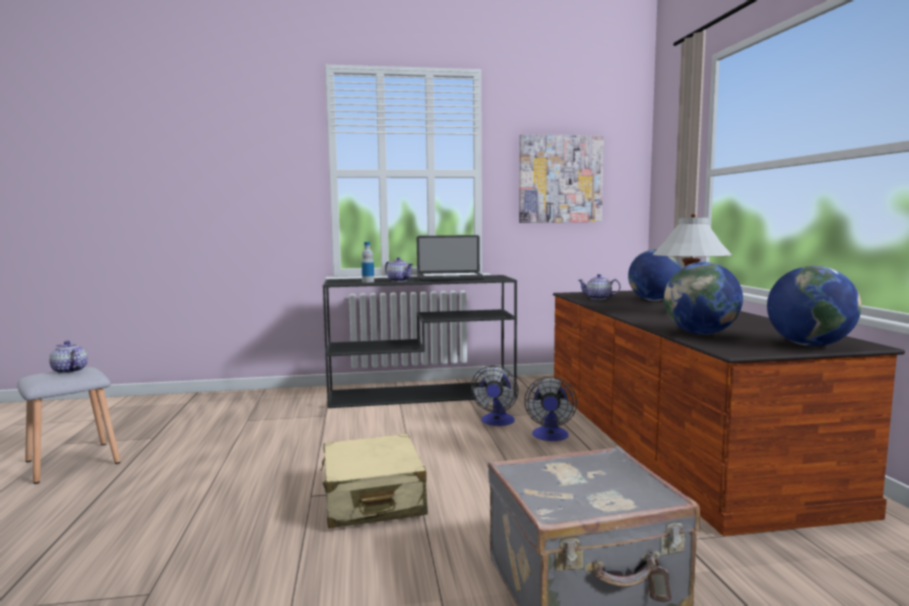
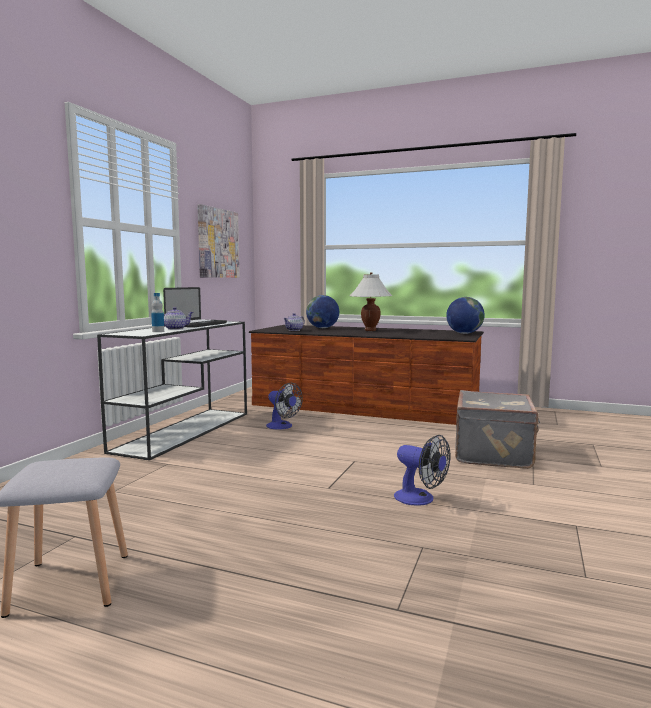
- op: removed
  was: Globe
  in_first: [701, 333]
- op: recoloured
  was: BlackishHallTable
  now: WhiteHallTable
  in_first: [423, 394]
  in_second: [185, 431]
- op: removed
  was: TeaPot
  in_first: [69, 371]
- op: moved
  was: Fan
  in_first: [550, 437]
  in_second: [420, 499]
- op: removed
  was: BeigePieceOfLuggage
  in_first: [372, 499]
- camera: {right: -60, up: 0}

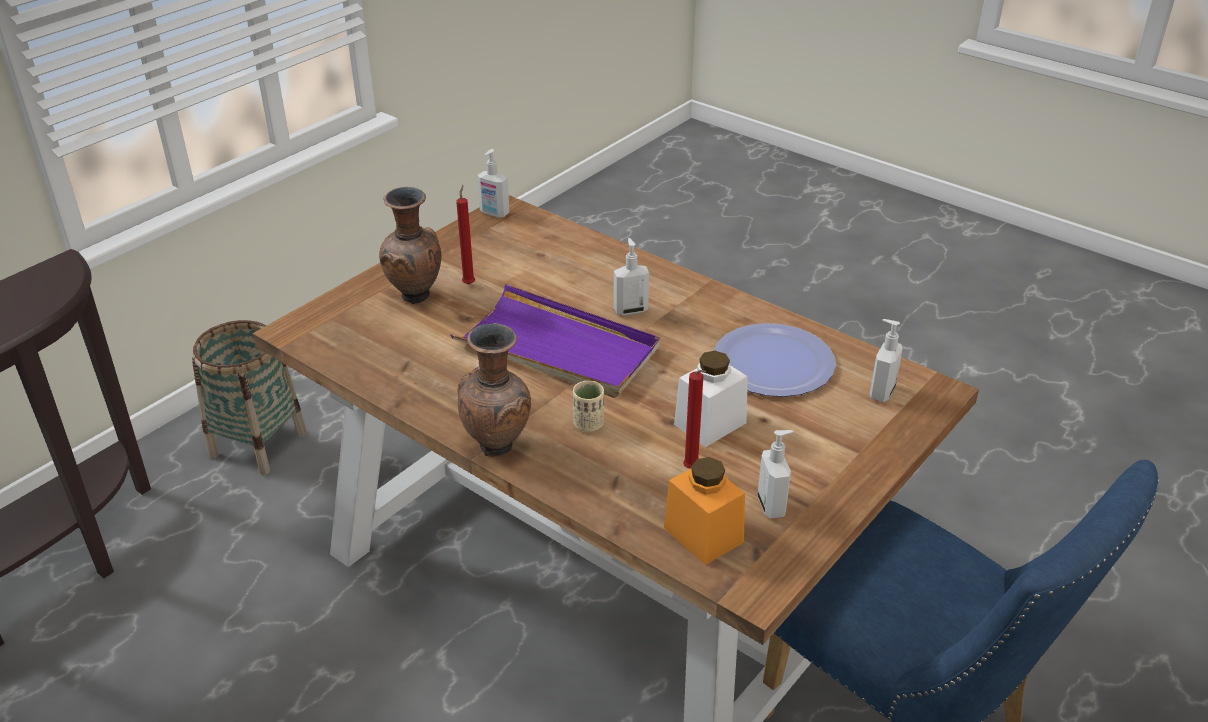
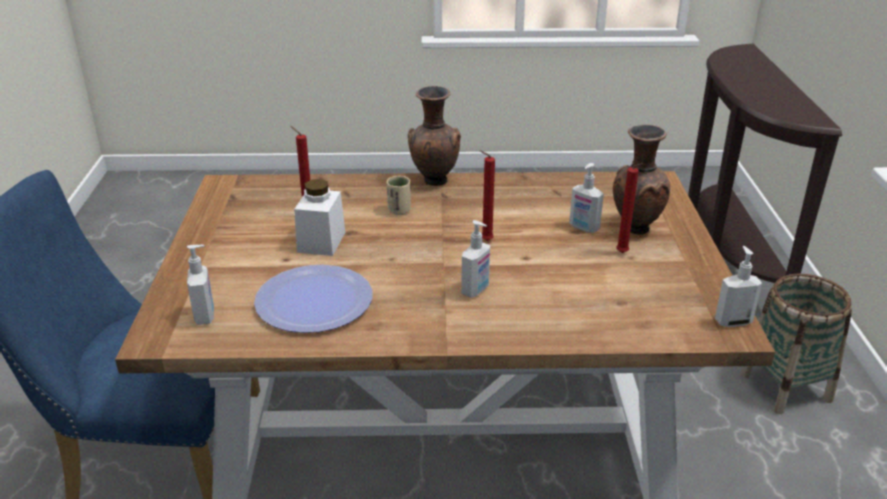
- op: replaced
  was: PurplishCarryingTray
  now: RedCandle
  in_first: [558, 348]
  in_second: [485, 241]
- op: moved
  was: SoapBottle
  in_first: [772, 506]
  in_second: [583, 228]
- op: removed
  was: OrangeyPreserveJar
  in_first: [703, 535]
- camera: {right: 140, up: -5}

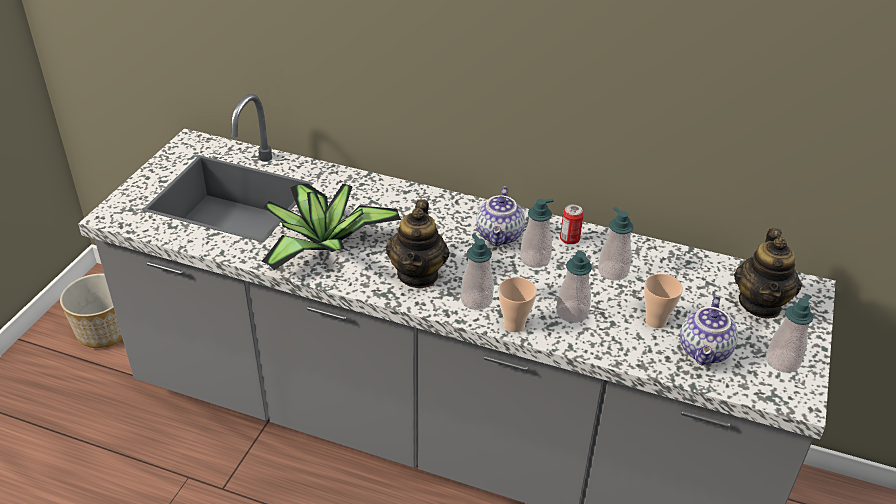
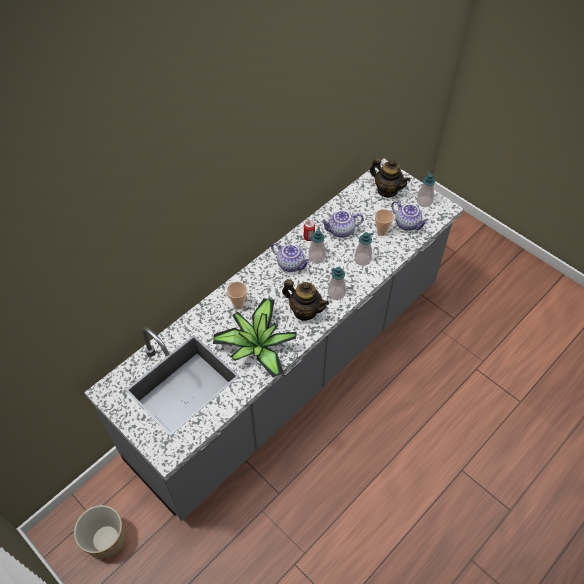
- op: replaced
  was: SoapBottle
  now: TeaPot
  in_first: [613, 271]
  in_second: [341, 231]
- op: moved
  was: Cup
  in_first: [514, 325]
  in_second: [238, 304]
- camera: {right: -65, up: 15}

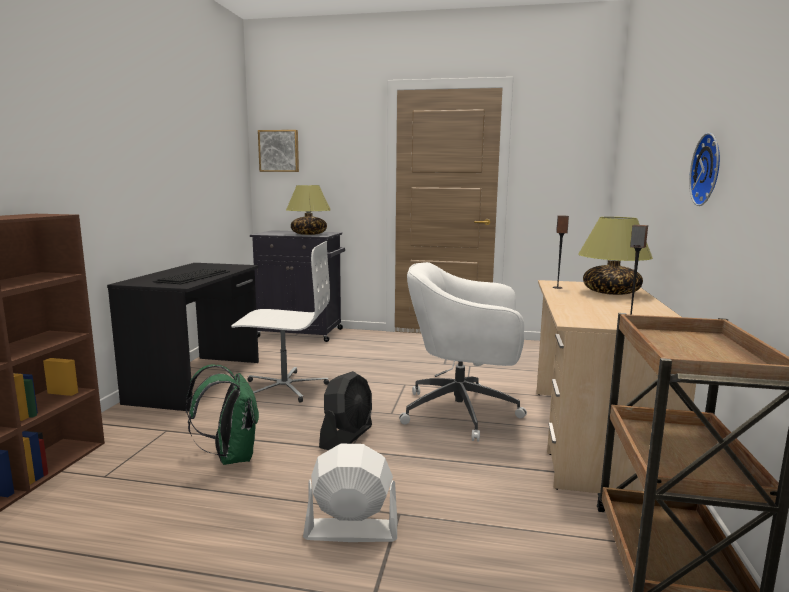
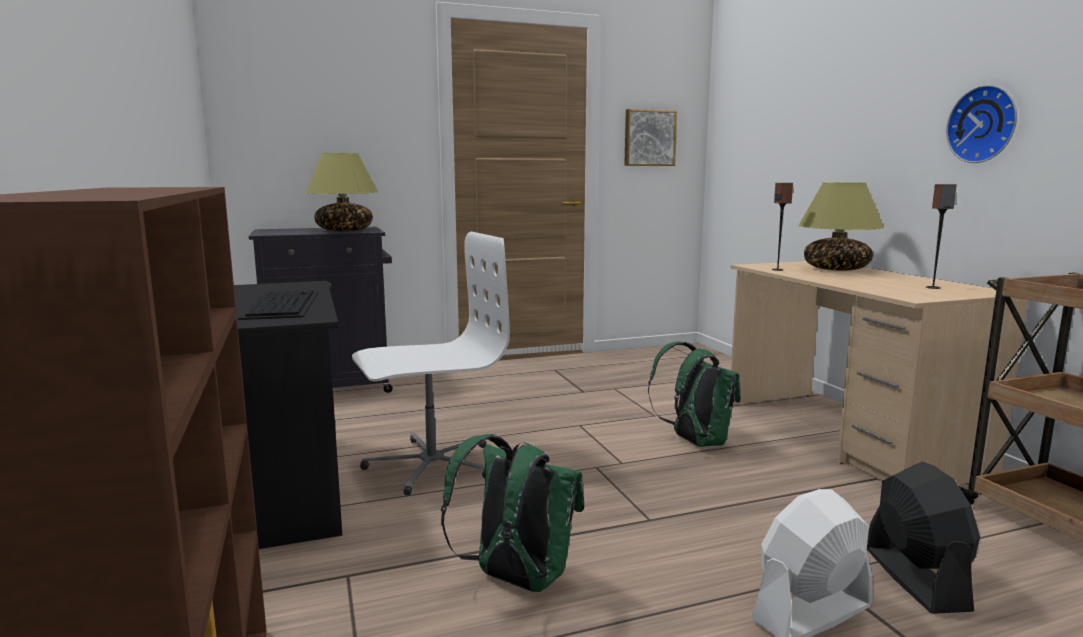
- op: moved
  was: WallPicture
  in_first: [279, 151]
  in_second: [649, 138]
- op: replaced
  was: WhiteOfficeChair
  now: GreenRucksack
  in_first: [463, 412]
  in_second: [694, 442]
- op: moved
  was: BlackishFan
  in_first: [347, 437]
  in_second: [914, 577]
- camera: {right: -30, up: 0}

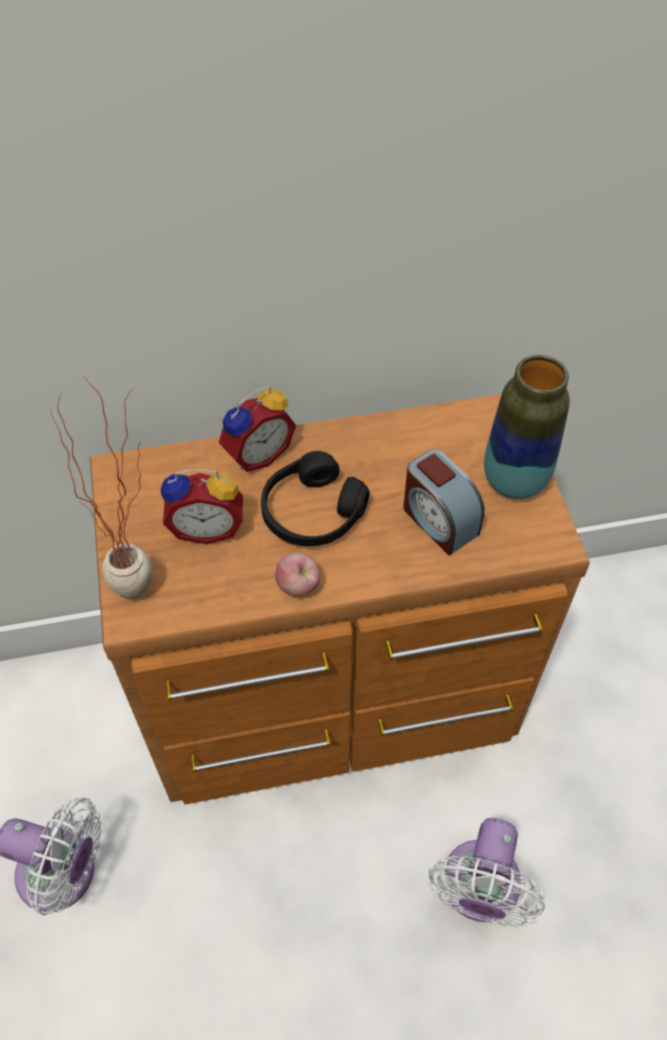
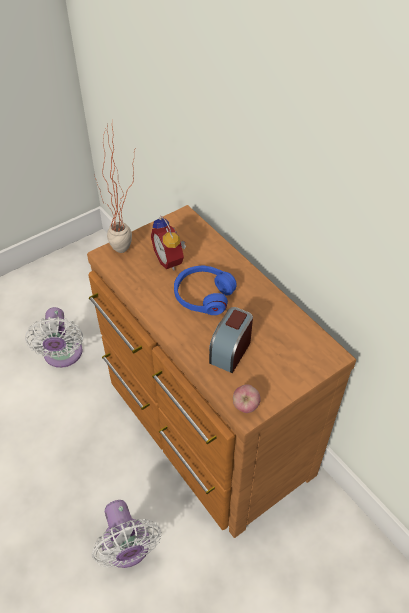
- op: removed
  was: FlowerVase
  in_first: [514, 481]
- op: removed
  was: BedsideClock
  in_first: [256, 453]
- op: recoloured
  was: BlackishHeadphones
  now: BluishHeadphones
  in_first: [312, 512]
  in_second: [203, 295]
- op: moved
  was: WholeApple
  in_first: [298, 586]
  in_second: [245, 406]
- op: turned
  was: WhiteFan
  in_first: [478, 890]
  in_second: [127, 548]
  clockwise: -105
- camera: {right: 65, up: -5}

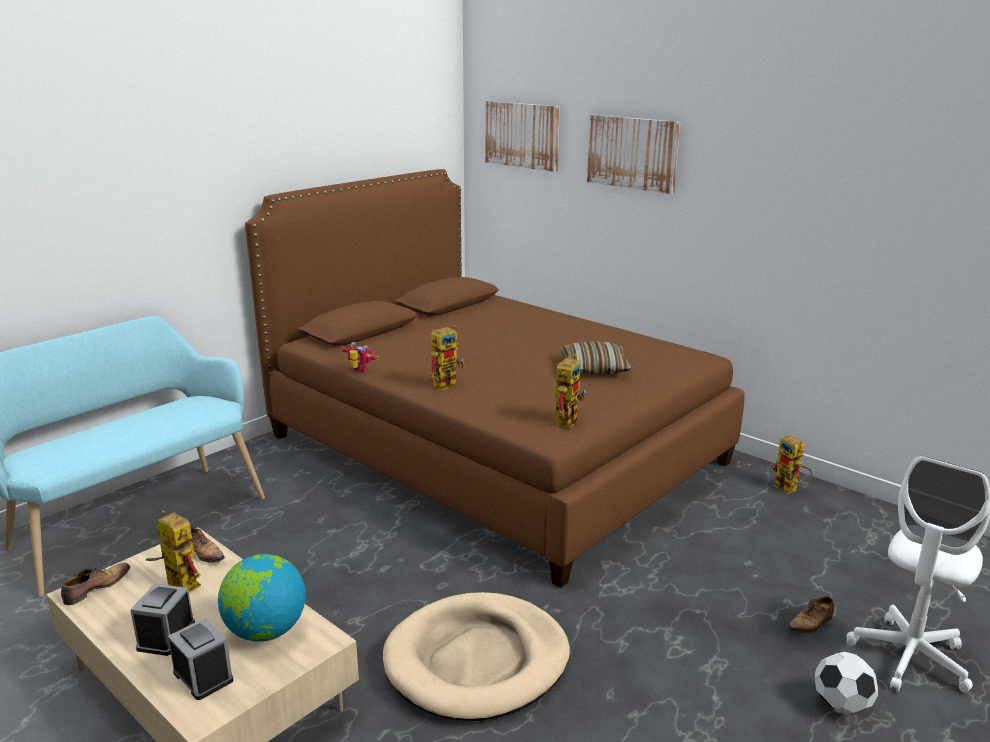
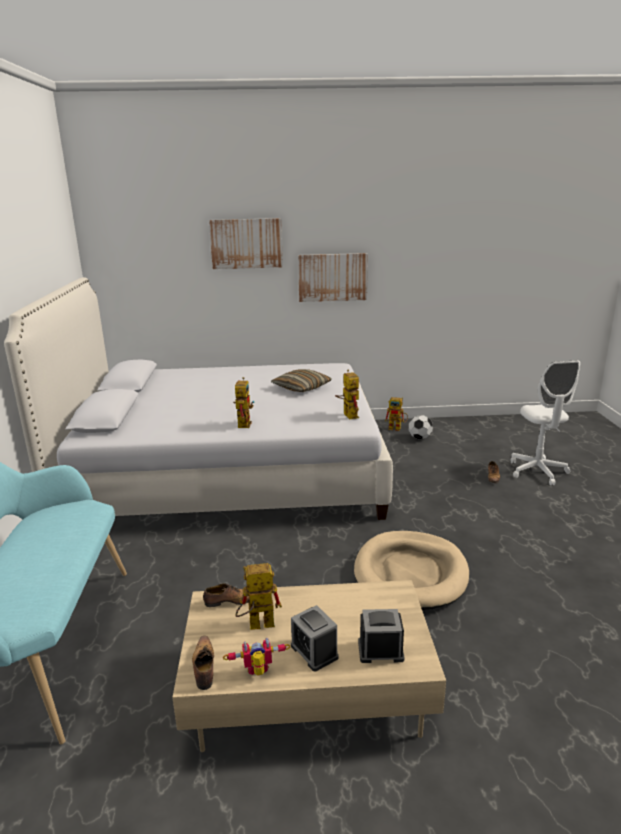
- op: moved
  was: WallPicture
  in_first: [522, 135]
  in_second: [332, 277]
- op: recoloured
  was: BrownishBedroomBed
  now: WhiteBedroomBed
  in_first: [493, 449]
  in_second: [227, 473]
- op: moved
  was: ToyRobot
  in_first: [358, 370]
  in_second: [258, 672]
- op: removed
  was: Globe
  in_first: [266, 631]
- op: moved
  was: FootballBall
  in_first: [841, 705]
  in_second: [419, 438]
- camera: {right: -45, up: 0}

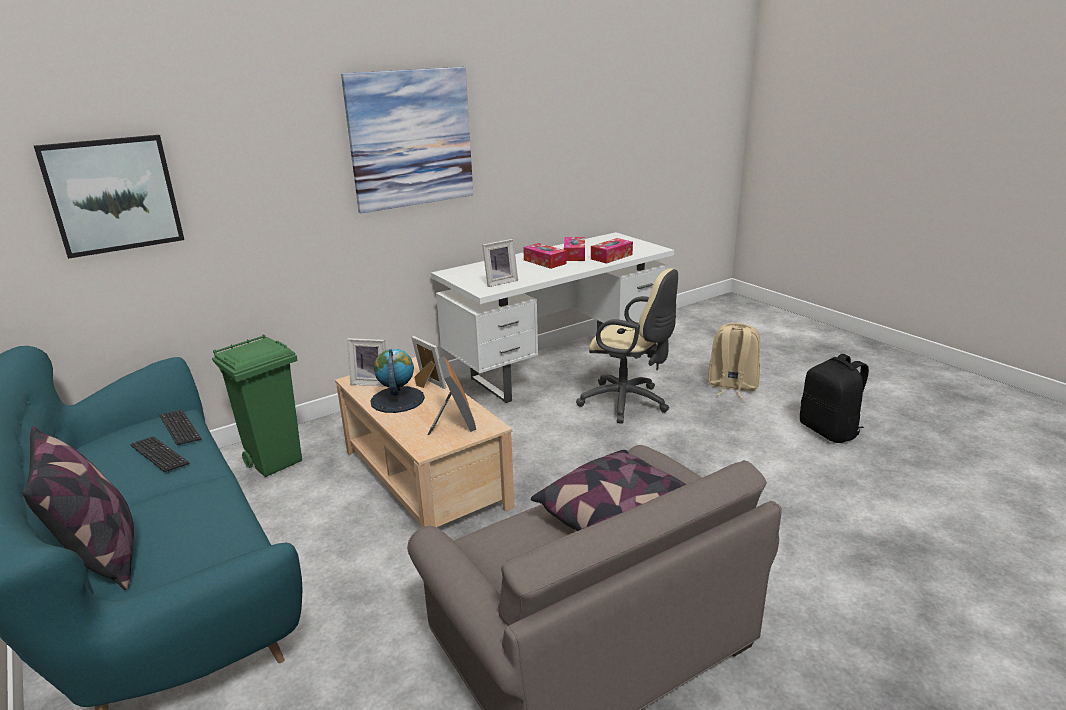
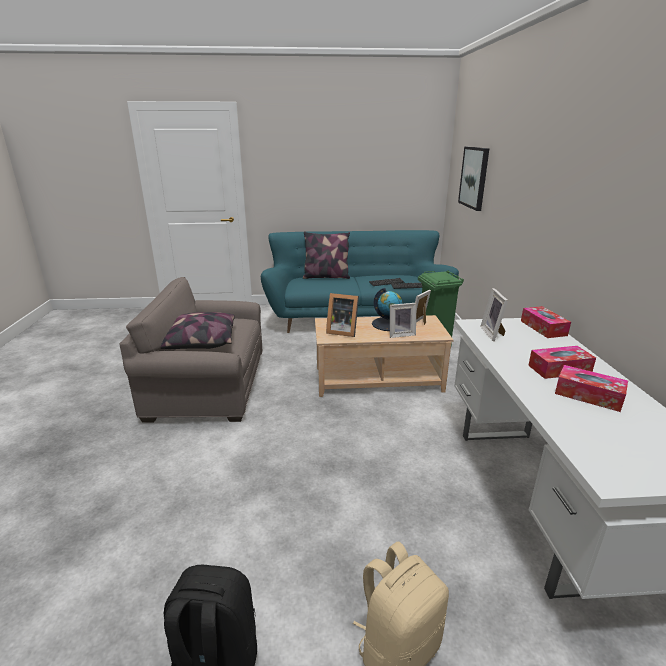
- op: removed
  was: WallPicture
  in_first: [411, 139]
- op: moved
  was: TissueBox
  in_first: [611, 257]
  in_second: [543, 328]
- op: removed
  was: BeigeOfficeChair
  in_first: [628, 403]
- camera: {right: 120, up: 0}

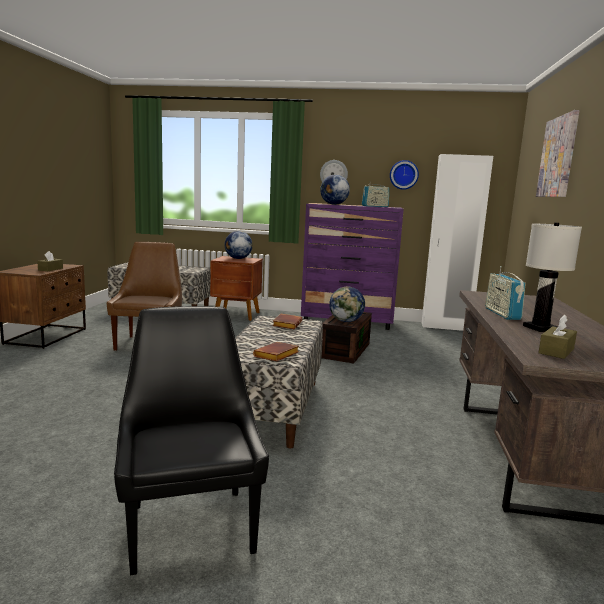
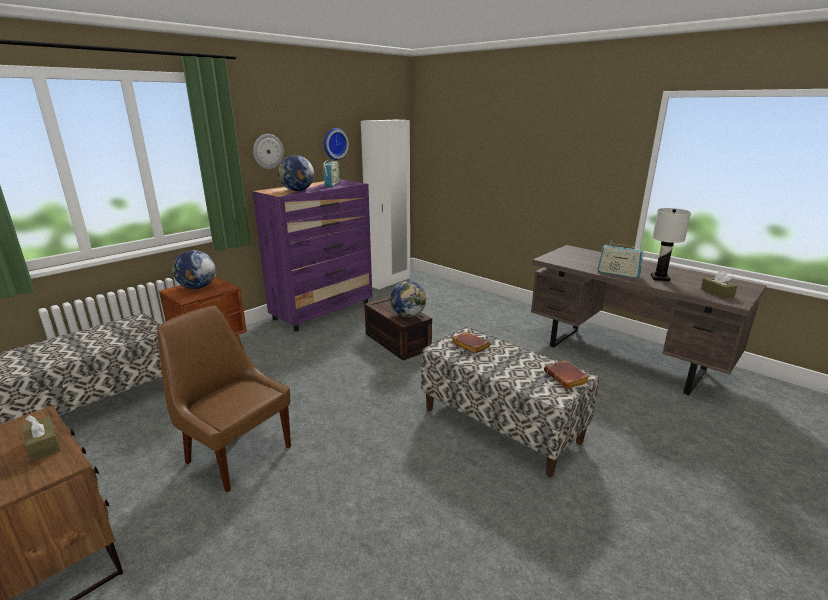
- op: removed
  was: WallPicture
  in_first: [558, 157]
- op: removed
  was: BlackishUprightChair
  in_first: [190, 525]
- camera: {right: -55, up: 10}

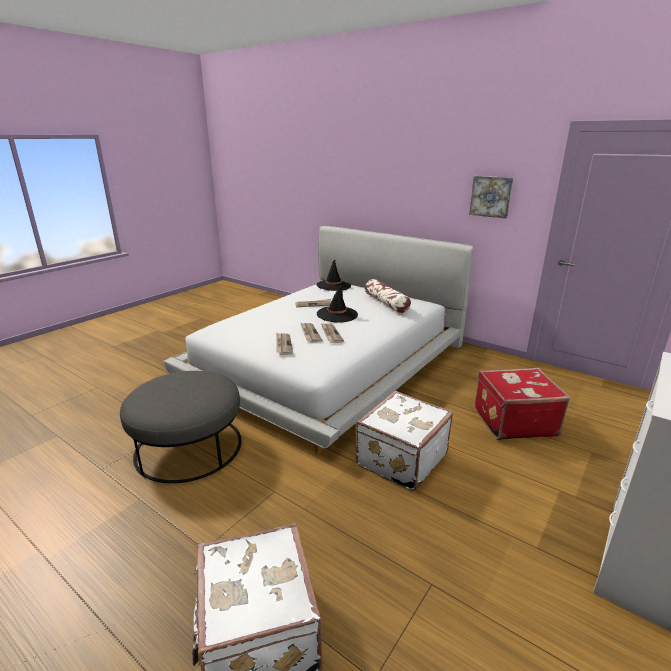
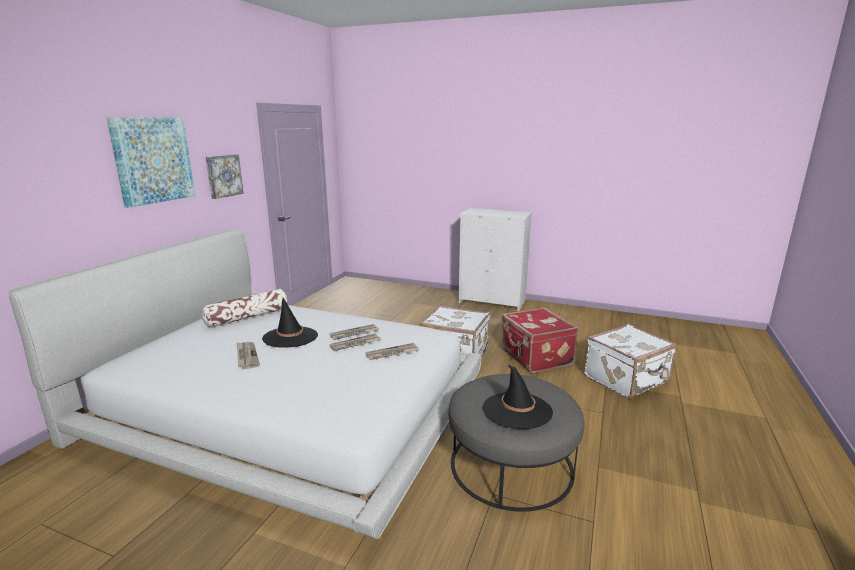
- op: moved
  was: BlackishClothingHat
  in_first: [333, 286]
  in_second: [517, 410]
- op: moved
  was: RedPieceOfLuggage
  in_first: [513, 421]
  in_second: [535, 357]
- op: added
  now: WallPicture
  in_second: [153, 160]
- camera: {right: -105, up: -5}

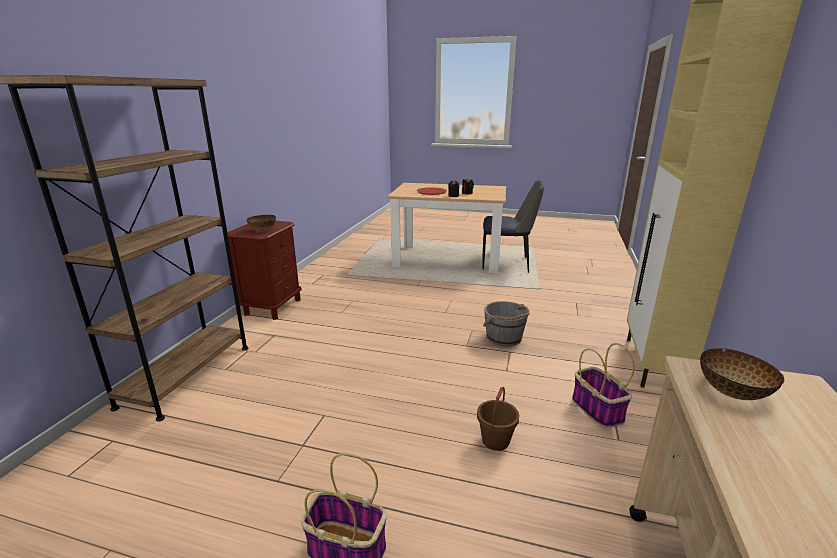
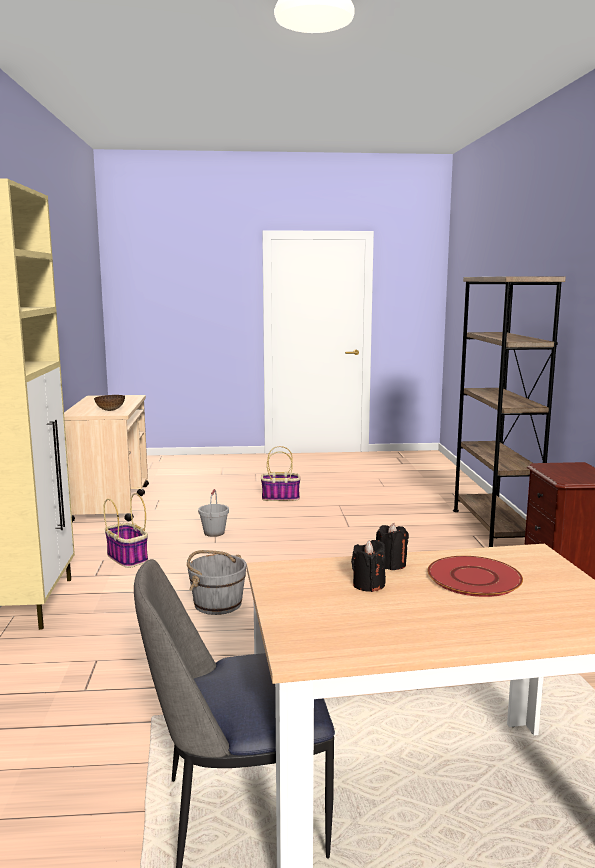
- op: removed
  was: Bowl
  in_first: [263, 230]
- op: recoloured
  was: BrownishWaterBucket
  now: GreyishWaterBucket
  in_first: [496, 441]
  in_second: [214, 533]
- camera: {right: 160, up: -10}

